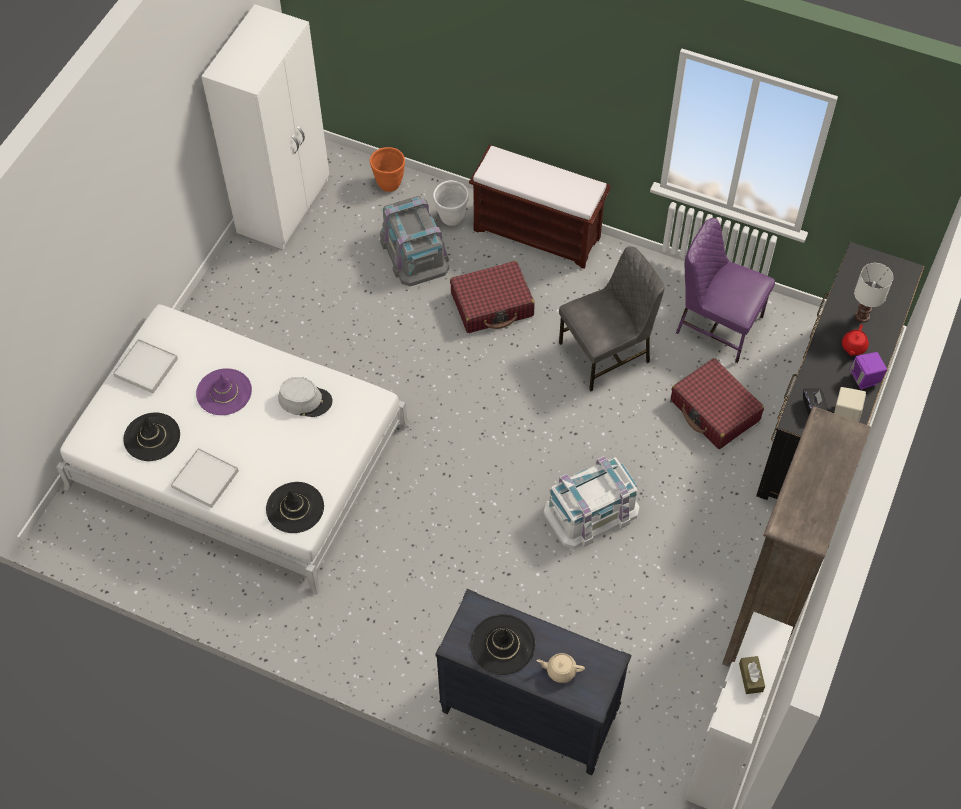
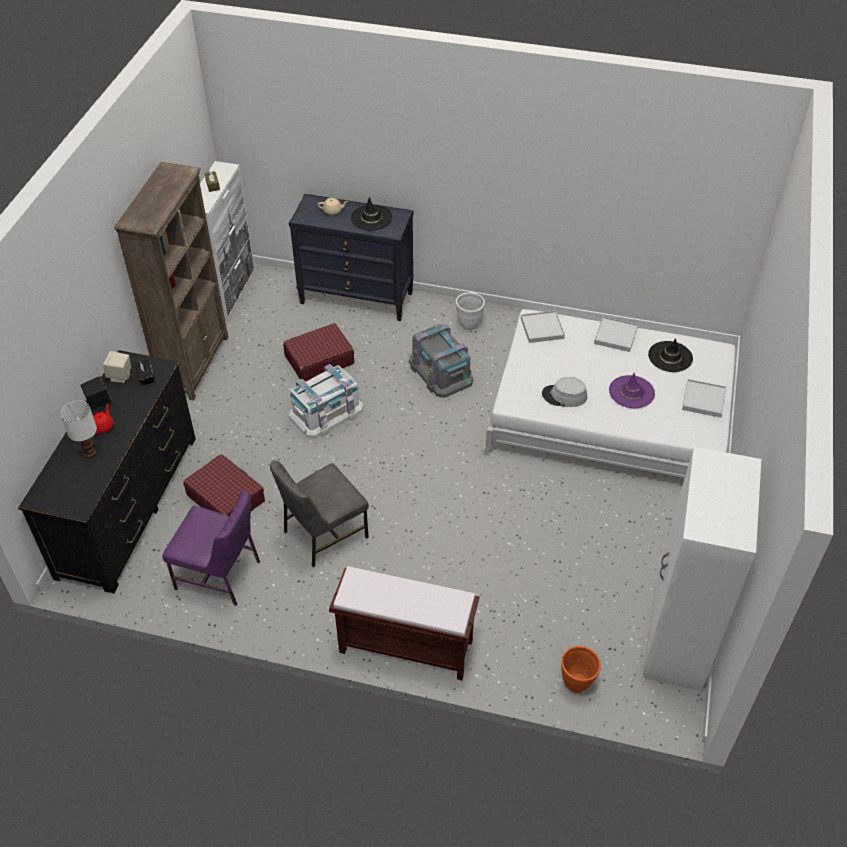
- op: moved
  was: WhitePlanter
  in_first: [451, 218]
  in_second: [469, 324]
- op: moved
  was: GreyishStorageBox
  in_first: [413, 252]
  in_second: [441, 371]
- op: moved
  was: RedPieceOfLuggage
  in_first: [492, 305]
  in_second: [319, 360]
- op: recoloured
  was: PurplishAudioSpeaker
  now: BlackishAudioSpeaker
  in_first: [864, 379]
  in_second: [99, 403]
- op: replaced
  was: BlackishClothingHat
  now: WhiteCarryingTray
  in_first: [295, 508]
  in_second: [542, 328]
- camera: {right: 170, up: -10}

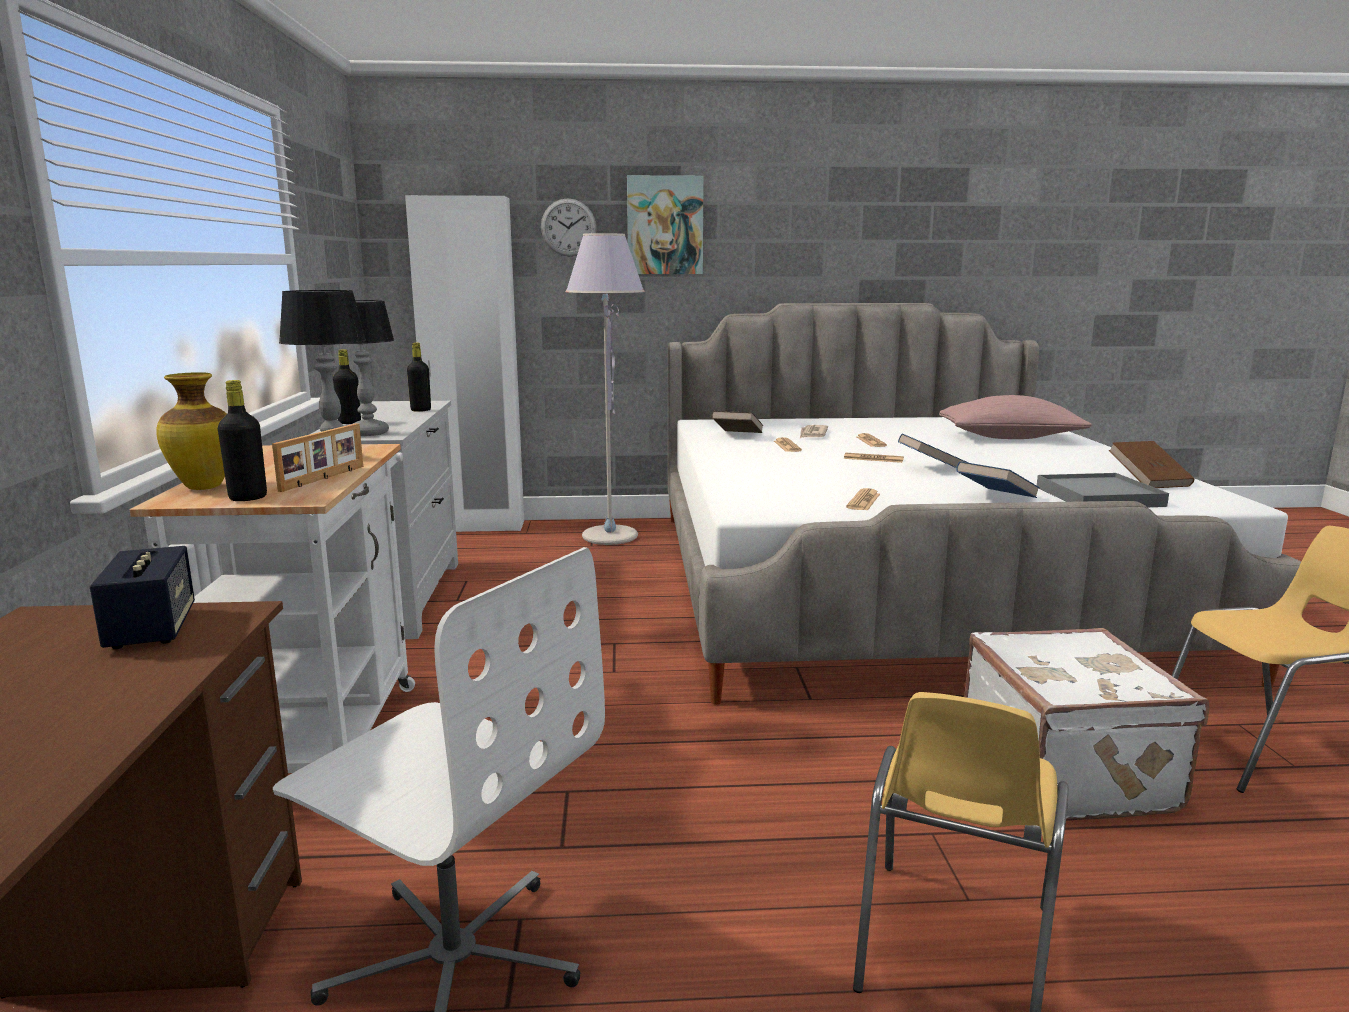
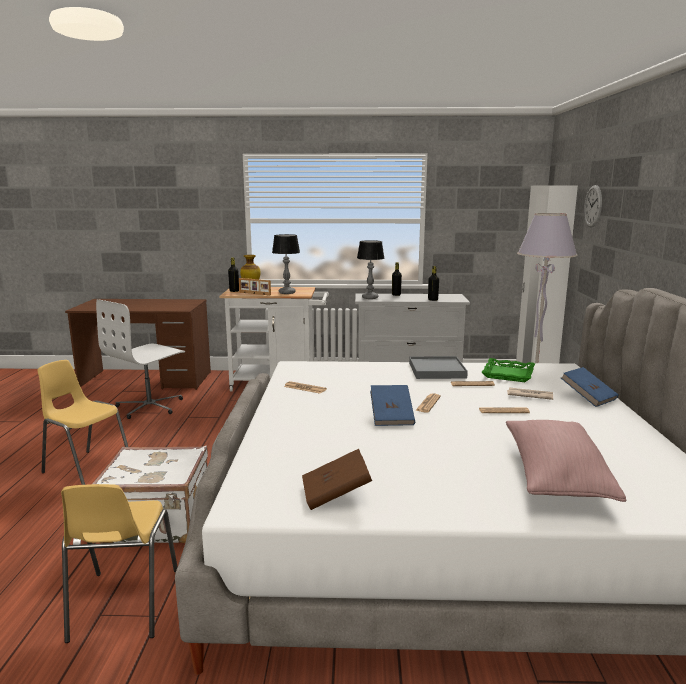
- op: removed
  was: WallPicture
  in_first: [665, 225]
- op: replaced
  was: BrownishBook
  now: GreenCarryingTray
  in_first: [737, 436]
  in_second: [508, 374]
- op: moved
  was: BluishBook
  in_first: [995, 498]
  in_second: [588, 397]
- op: moved
  was: GreyishCarryingTray
  in_first: [1098, 496]
  in_second: [437, 370]
- op: removed
  was: AudioSpeaker
  in_first: [152, 630]
- camera: {right: 95, up: 0}

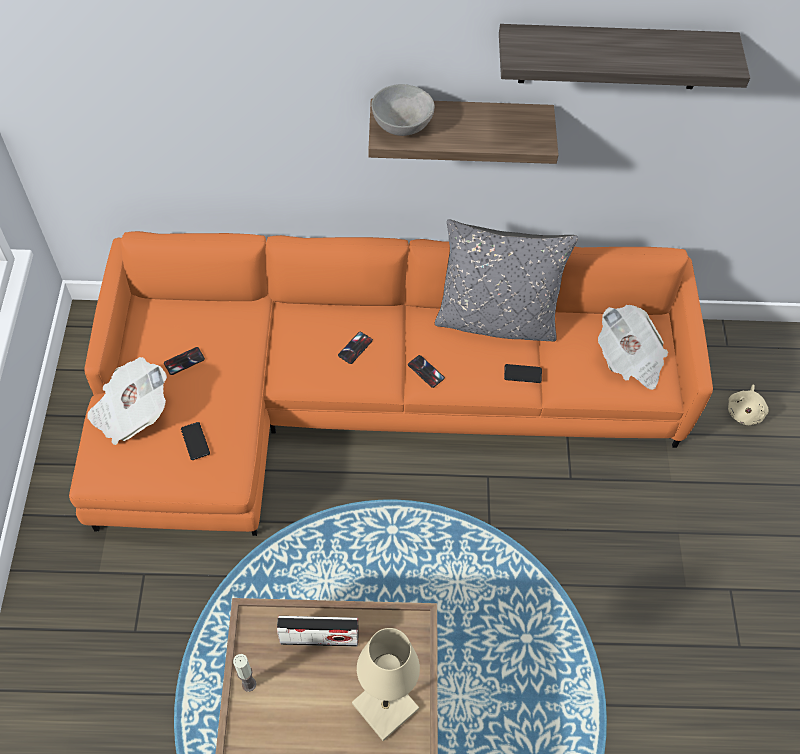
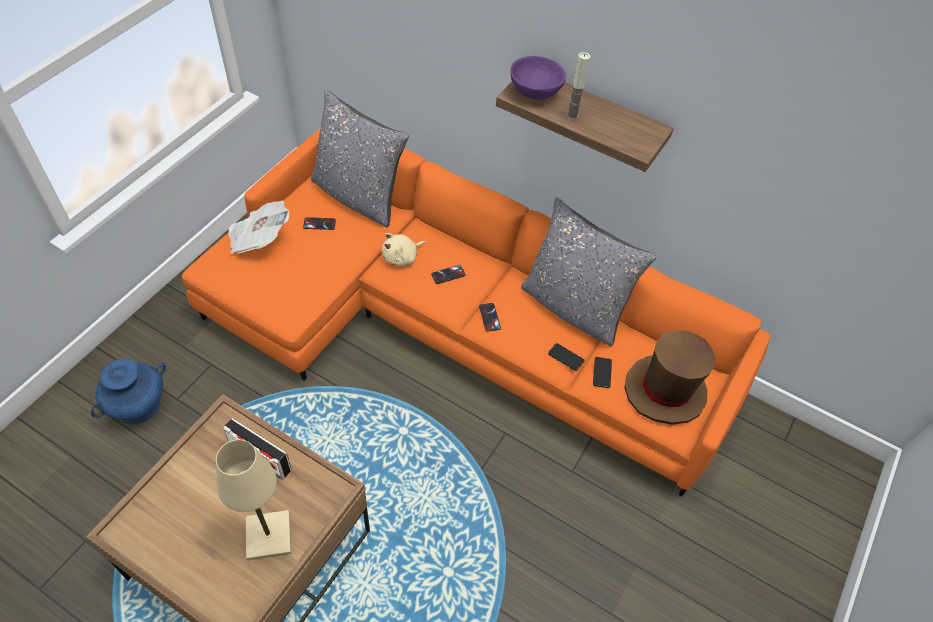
- op: removed
  was: BracketShelf
  in_first: [612, 56]
- op: recoloured
  was: GreyishBowl
  now: PurplishBowl
  in_first: [401, 125]
  in_second: [535, 92]
- op: replaced
  was: PrintedPaper
  now: BrownishClothingHat
  in_first: [629, 359]
  in_second: [665, 391]
- op: moved
  was: BeigePlushToy
  in_first: [744, 411]
  in_second: [402, 257]
- op: moved
  was: Phone
  in_first: [195, 441]
  in_second: [602, 372]
- op: moved
  was: Candle
  in_first: [249, 684]
  in_second: [572, 116]
- op: added
  now: GreyishThrowPillow
  in_second: [358, 196]
- op: added
  now: BluishFlowerVase
  in_second: [139, 406]
- camera: {right: 30, up: -5}

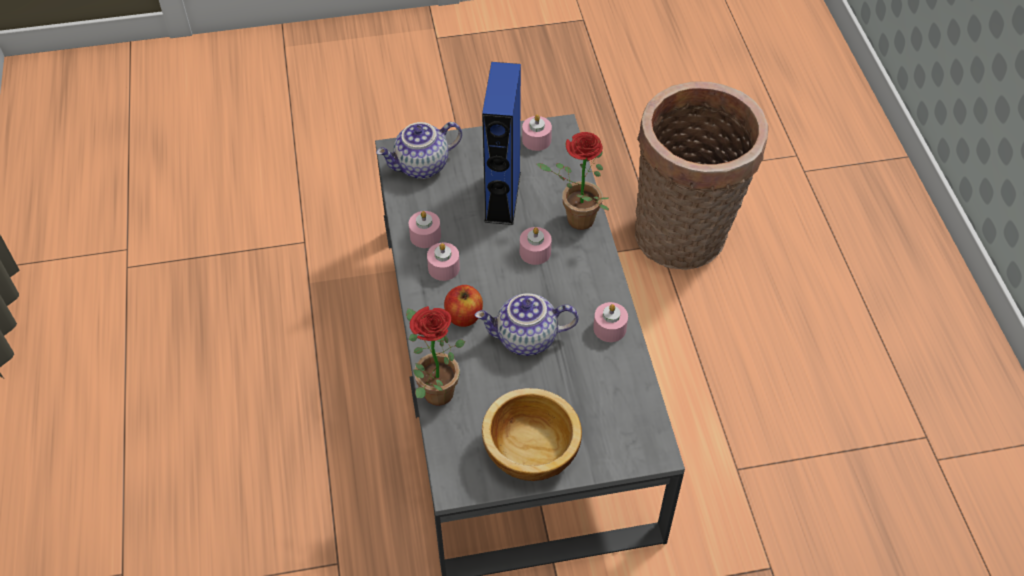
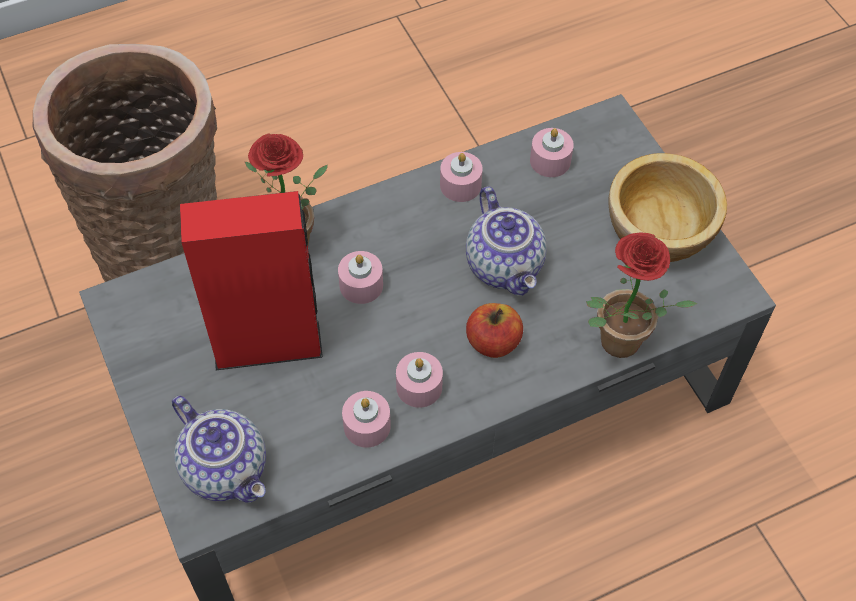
- op: recoloured
  was: BluishAudioSpeaker
  now: RedAudioSpeaker
  in_first: [502, 197]
  in_second: [268, 345]
- op: moved
  was: PinkCandle
  in_first: [536, 140]
  in_second: [550, 161]
- camera: {right: -105, up: 5}

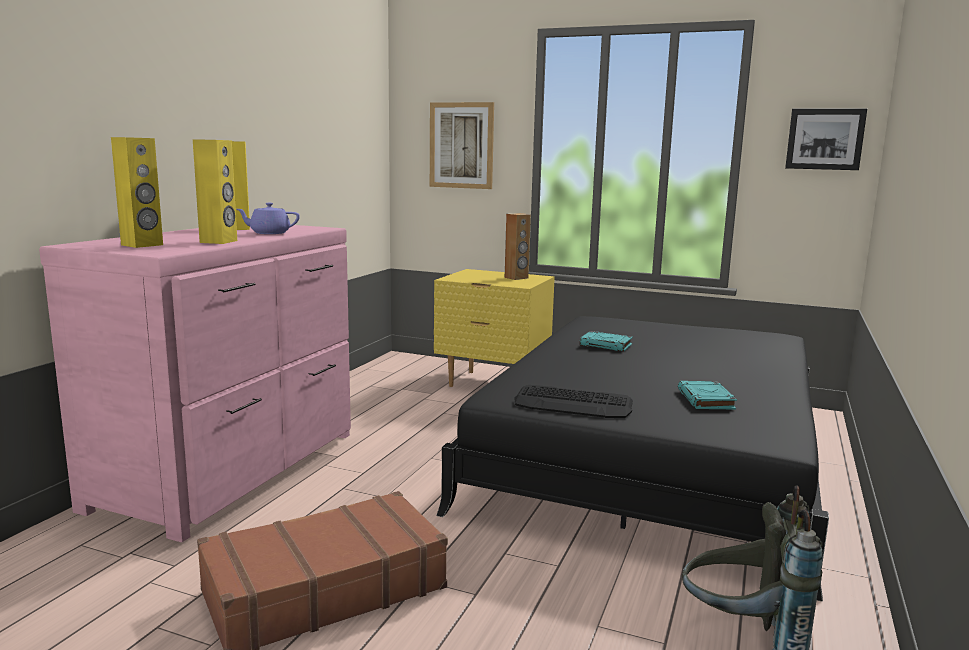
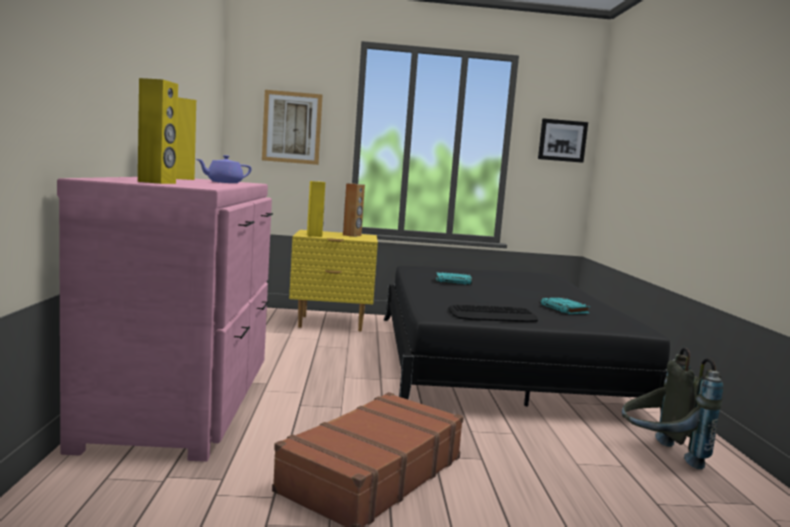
- op: moved
  was: YellowishAudioSpeaker
  in_first: [219, 241]
  in_second: [314, 235]
- camera: {right: -25, up: -5}

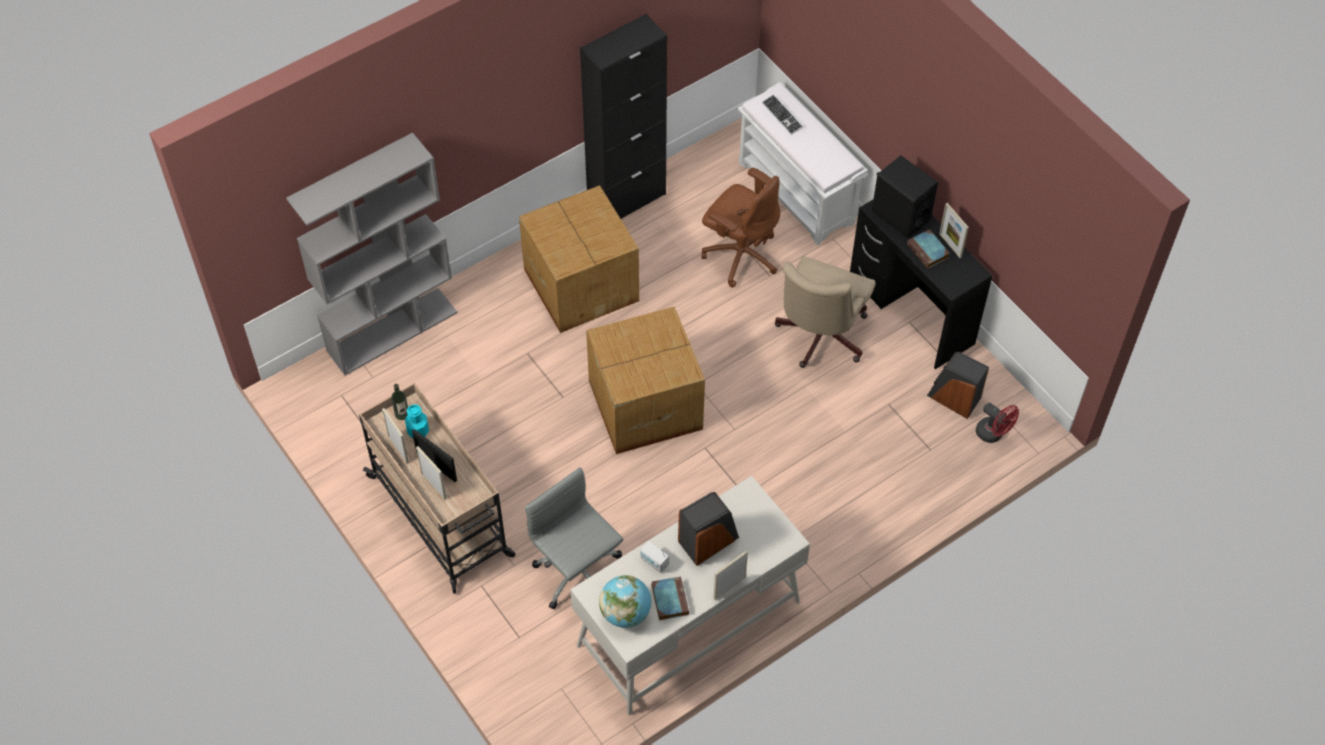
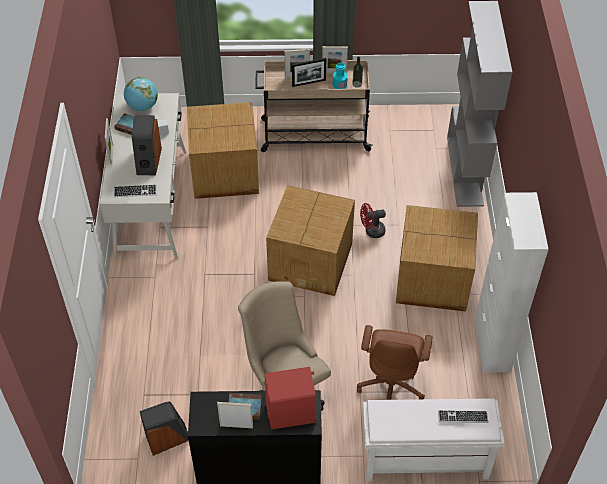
- op: recoloured
  was: BlackishStorageCabinet
  now: WhiteStorageCabinet
  in_first: [626, 200]
  in_second: [492, 345]
- op: recoloured
  was: BlackishAudioSpeaker
  now: RedAudioSpeaker
  in_first: [900, 215]
  in_second: [290, 412]
- op: turned
  was: BrownishOfficeChair
  in_first: [740, 255]
  in_second: [391, 385]
  clockwise: -60
- op: moved
  was: RedFan
  in_first: [993, 434]
  in_second: [371, 231]
- op: replaced
  was: GreyishOfficeChair
  now: PackingBox
  in_first: [578, 574]
  in_second: [226, 173]
- op: added
  now: Keyboard
  in_second: [135, 191]
- camera: {right: 125, up: -5}

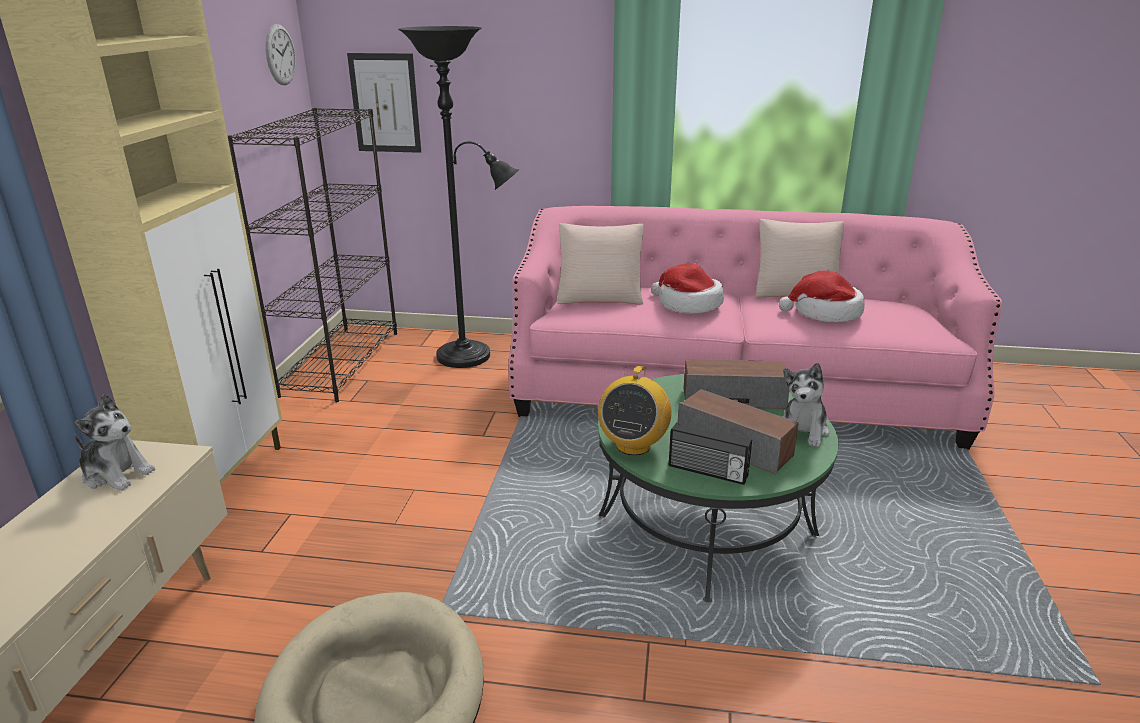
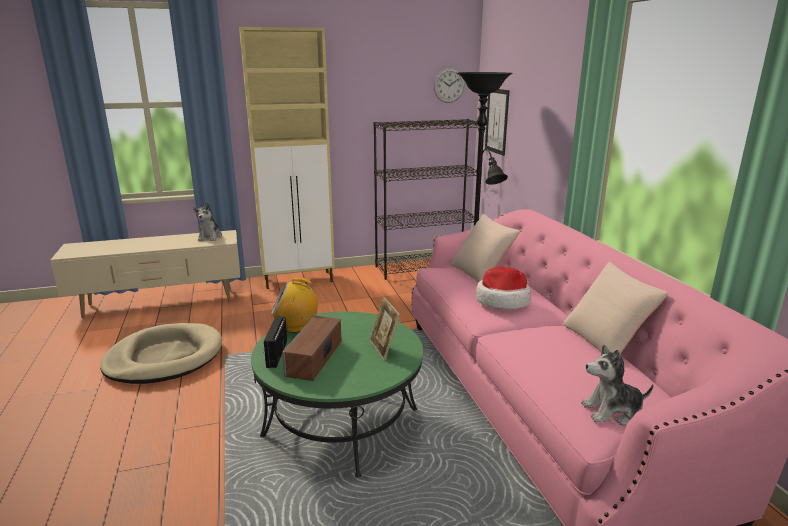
- op: removed
  was: ClothingHat
  in_first: [825, 313]
- op: replaced
  was: AudioSpeaker
  now: StandingFrame
  in_first: [733, 398]
  in_second: [384, 349]
- op: moved
  was: PlushToy
  in_first: [803, 430]
  in_second: [612, 411]
- camera: {right: 65, up: -5}

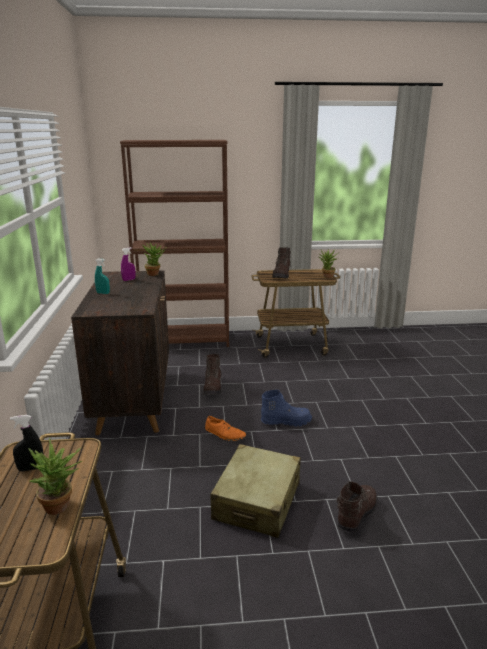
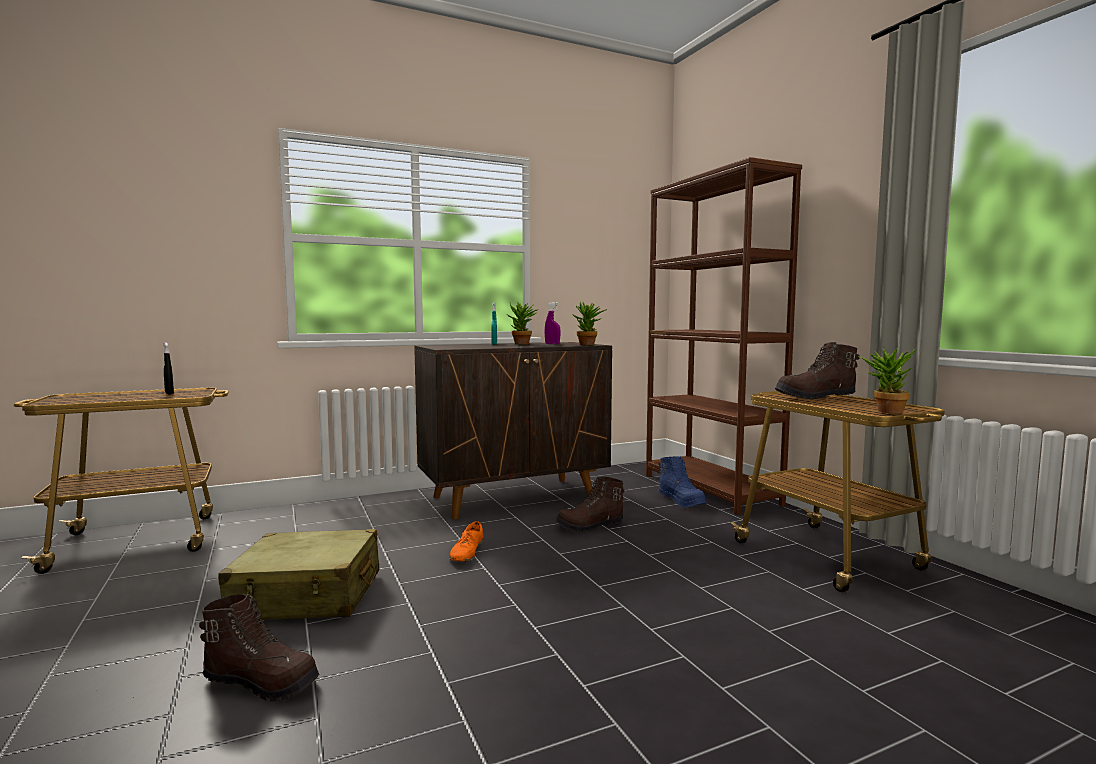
- op: moved
  was: BluishBoot
  in_first: [285, 421]
  in_second: [682, 501]
- op: moved
  was: Houseplant
  in_first: [62, 507]
  in_second: [522, 344]
- camera: {right: 70, up: -15}

